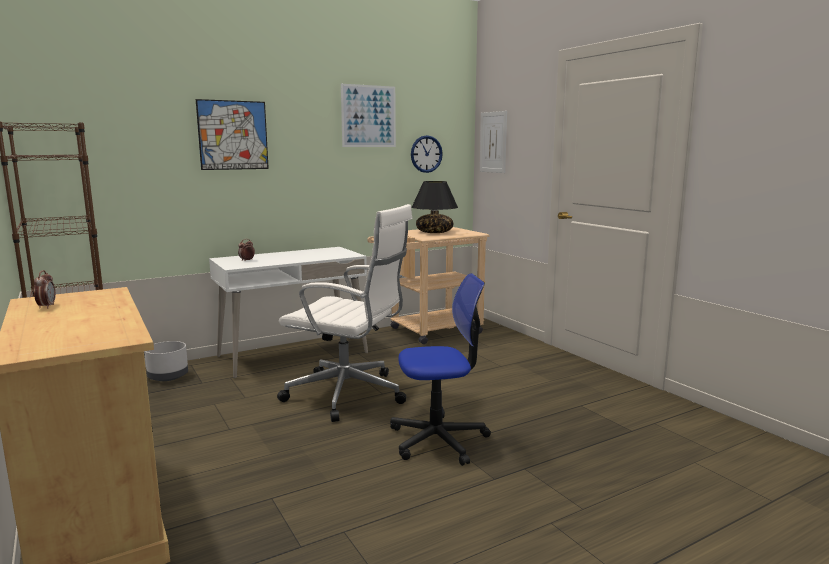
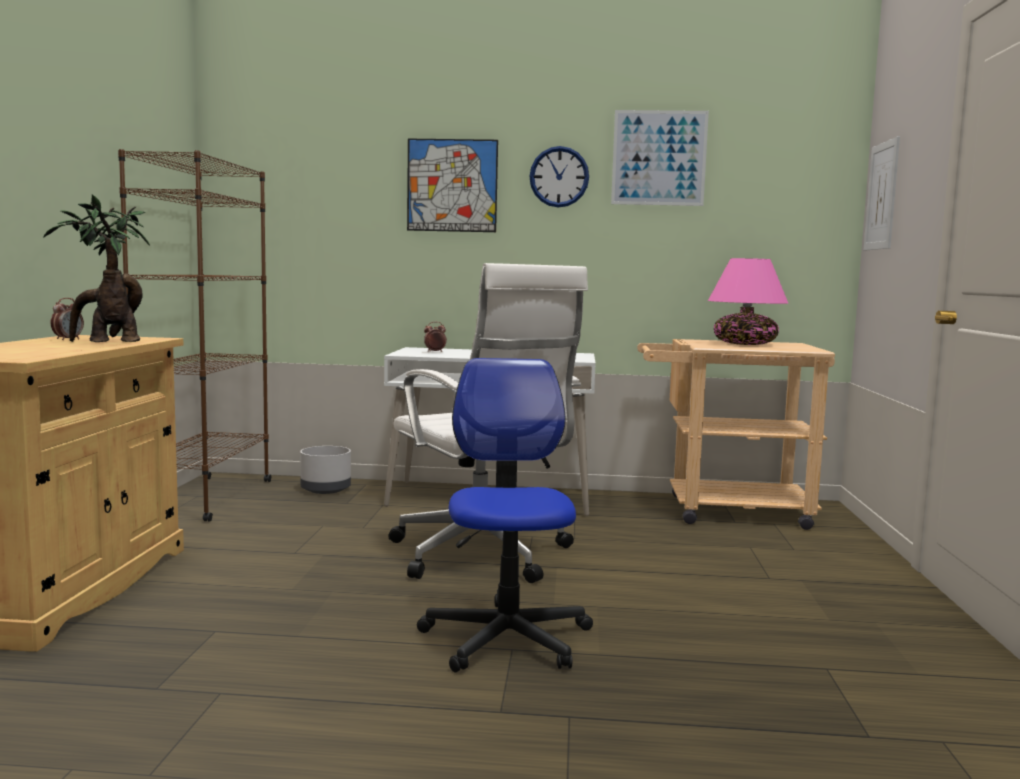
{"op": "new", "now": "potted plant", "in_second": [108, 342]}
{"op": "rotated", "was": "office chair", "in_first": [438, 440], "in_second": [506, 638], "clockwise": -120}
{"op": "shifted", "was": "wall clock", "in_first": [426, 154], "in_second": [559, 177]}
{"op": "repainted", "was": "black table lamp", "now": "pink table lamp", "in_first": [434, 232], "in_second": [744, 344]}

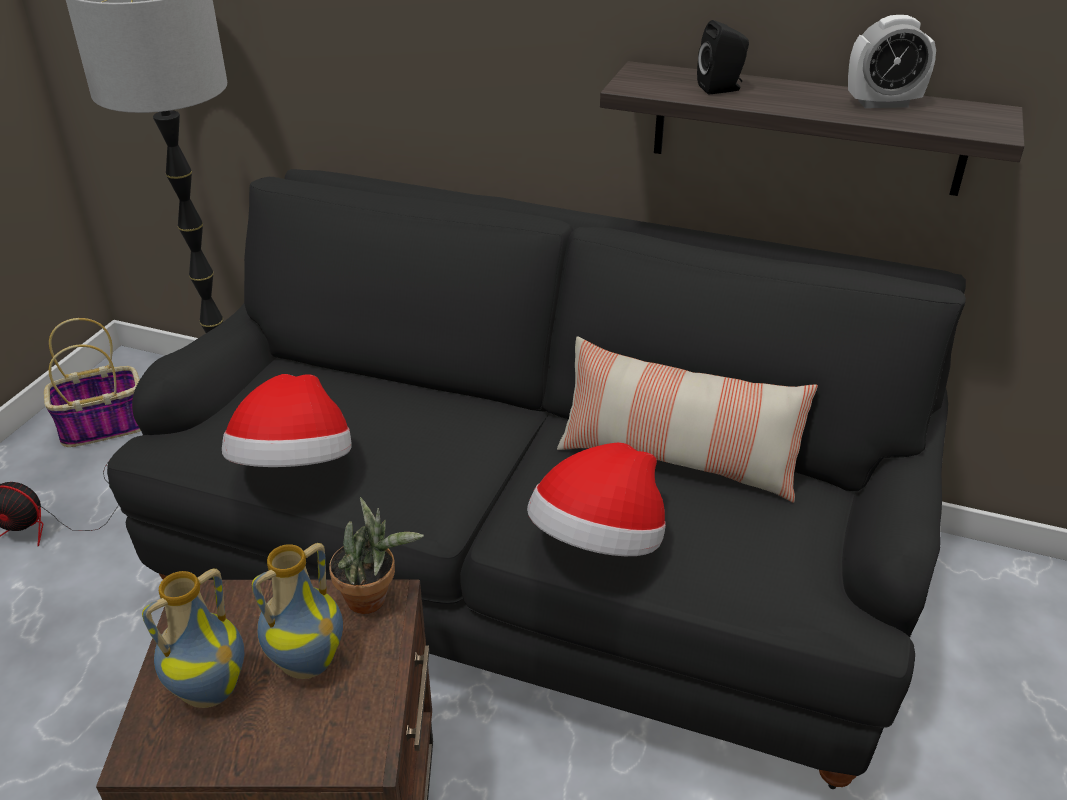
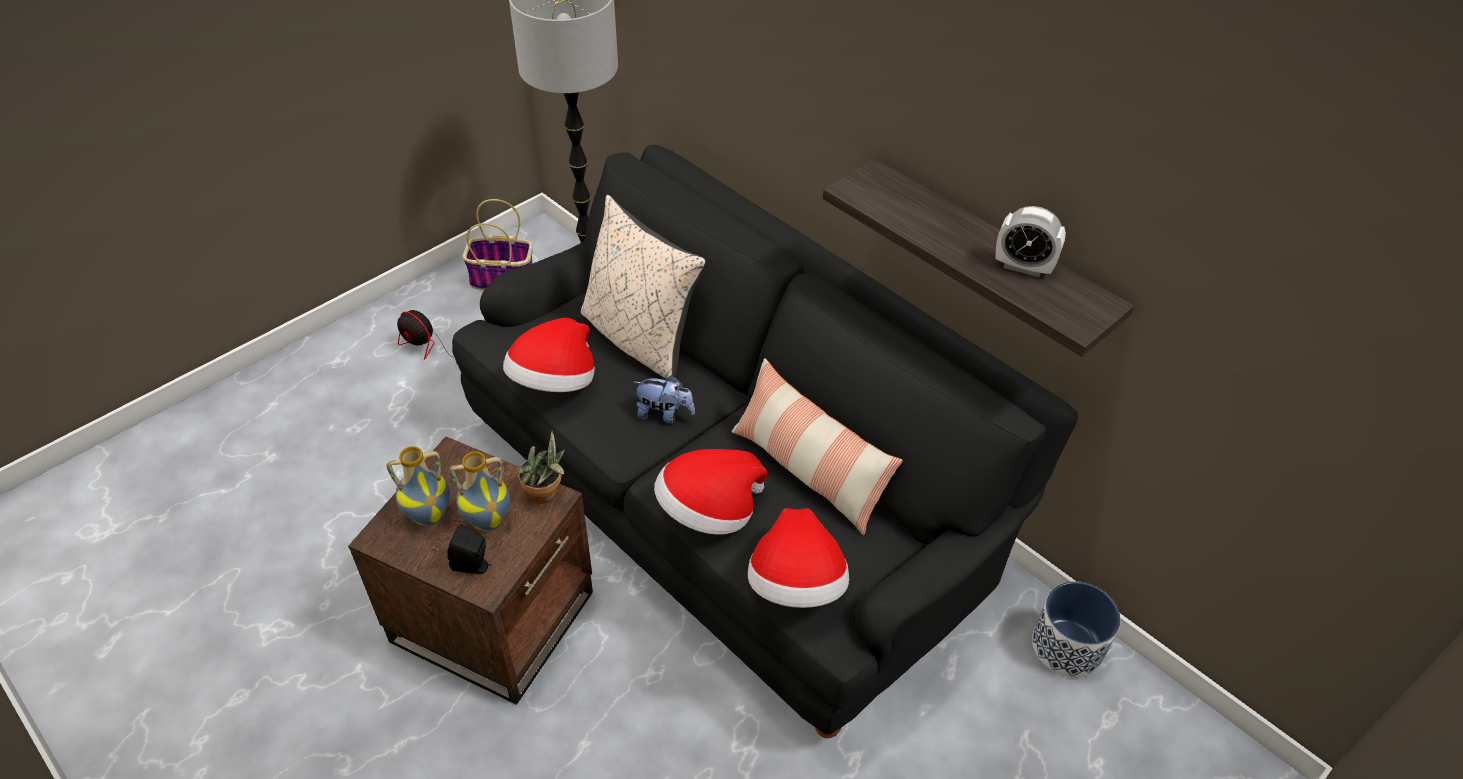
{"op": "shifted", "was": "black speaker", "in_first": [721, 88], "in_second": [473, 566]}
{"op": "new", "now": "beige pillow", "in_second": [640, 338]}
{"op": "new", "now": "plush toy", "in_second": [664, 414]}
{"op": "new", "now": "hat", "in_second": [796, 585]}
{"op": "new", "now": "planter", "in_second": [1067, 646]}

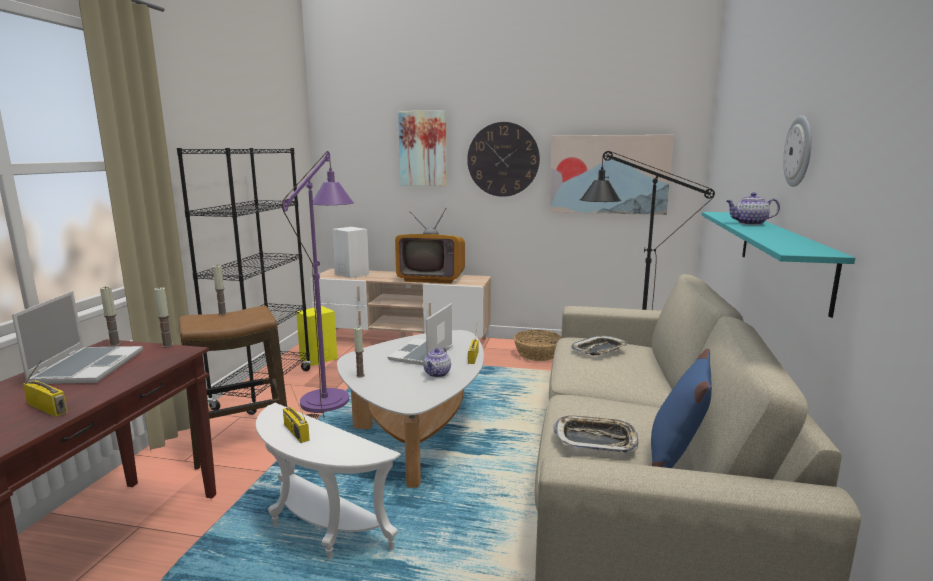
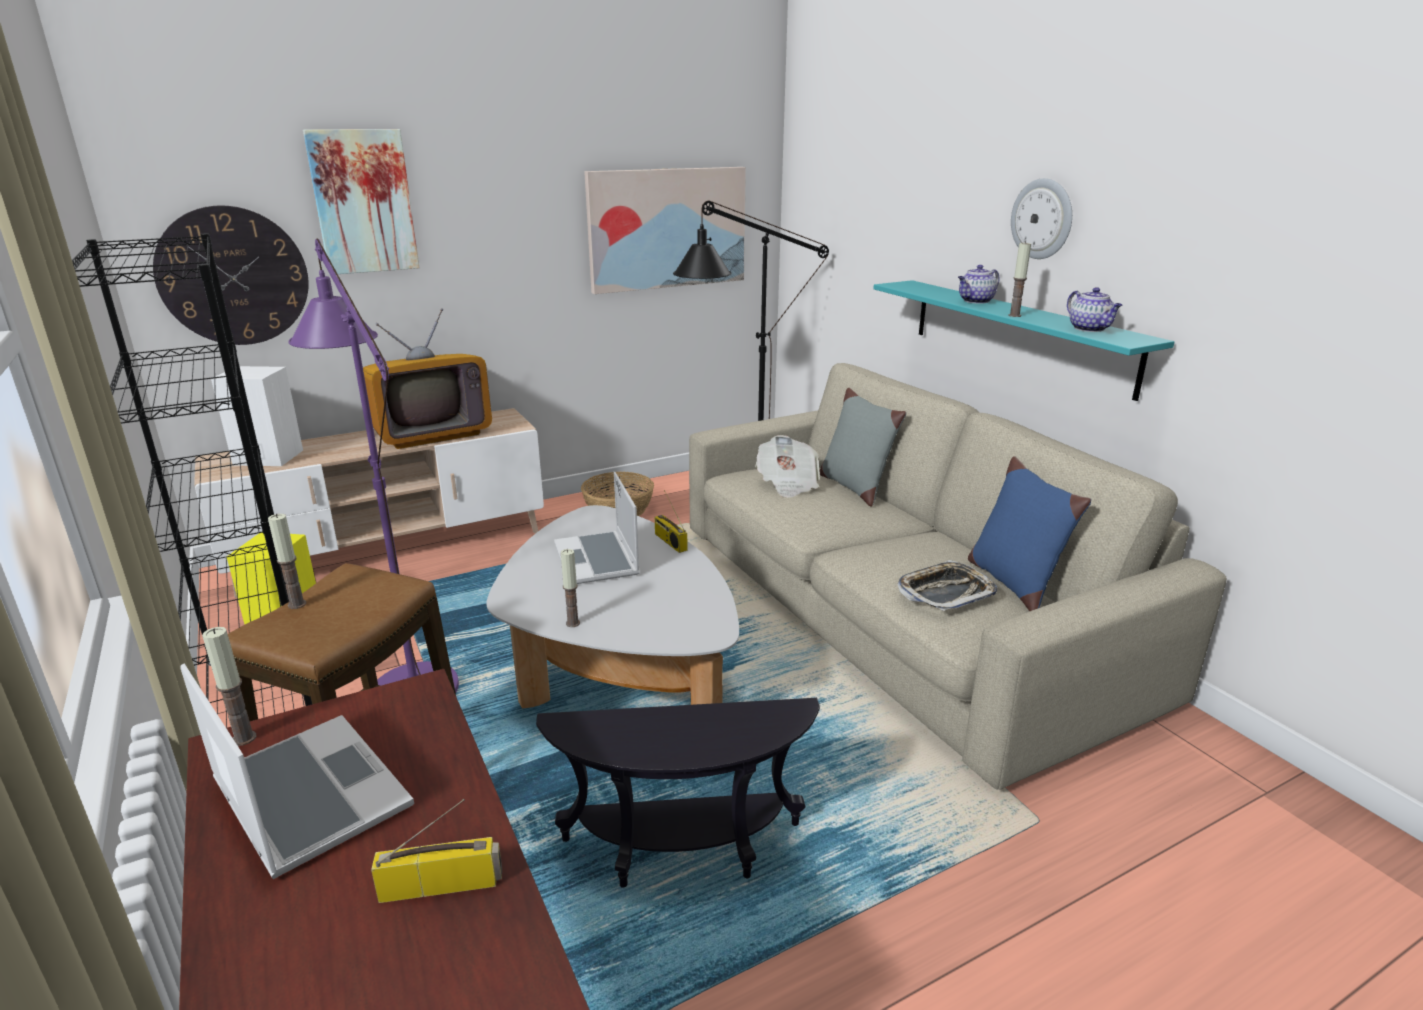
{"op": "shifted", "was": "wall clock", "in_first": [503, 159], "in_second": [233, 276]}
{"op": "repainted", "was": "white side table", "now": "black side table", "in_first": [319, 529], "in_second": [683, 854]}
{"op": "swapped", "was": "tray", "now": "newspaper", "in_first": [599, 350], "in_second": [787, 484]}
{"op": "new", "now": "grey pillow", "in_second": [854, 487]}
{"op": "shifted", "was": "candle", "in_first": [167, 345], "in_second": [1014, 315]}
{"op": "shifted", "was": "teapot", "in_first": [437, 374], "in_second": [1090, 329]}
{"op": "gone", "was": "radio", "in_first": [295, 432]}

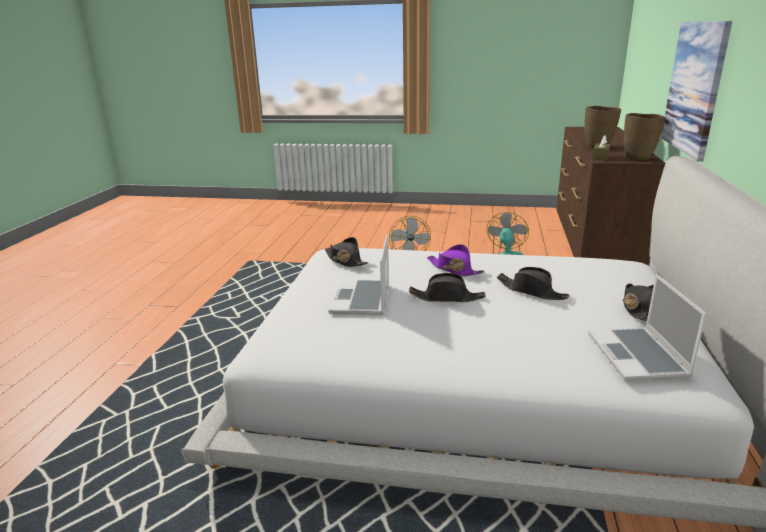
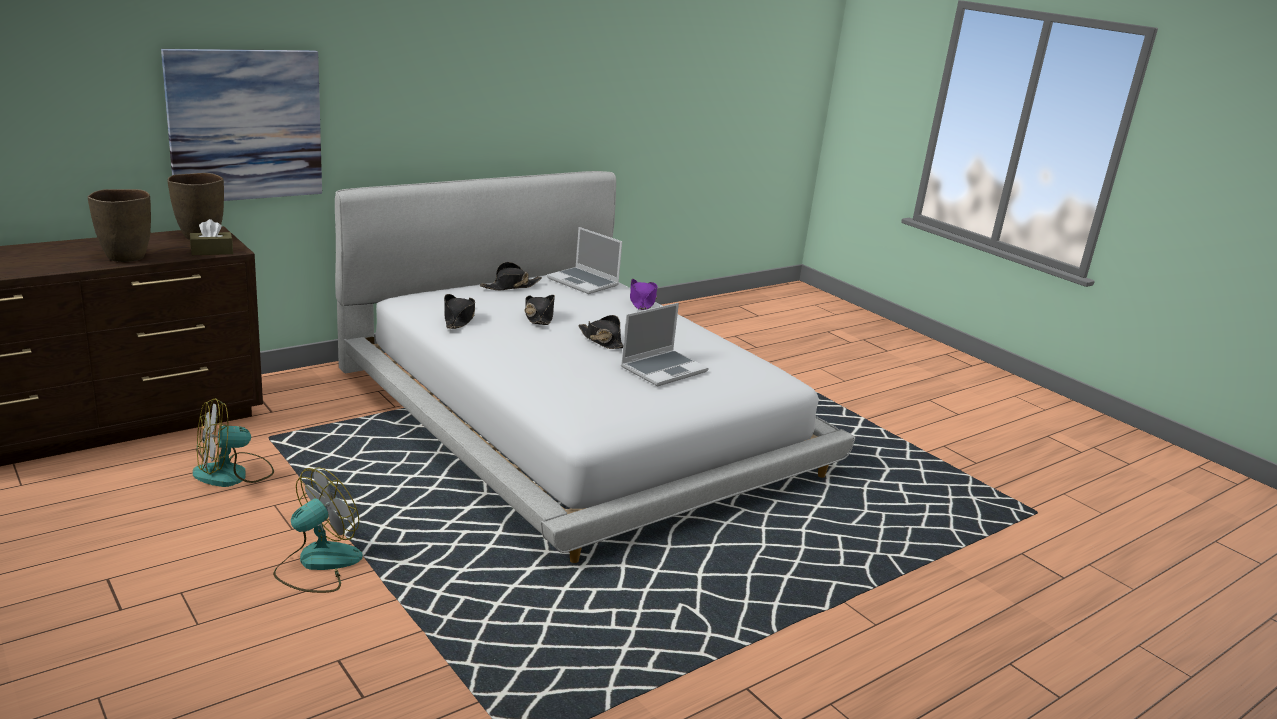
{"op": "shifted", "was": "black hat", "in_first": [345, 260], "in_second": [459, 319]}
{"op": "rotated", "was": "laptop", "in_first": [639, 356], "in_second": [584, 282], "clockwise": 90}
{"op": "shifted", "was": "purple hat", "in_first": [453, 269], "in_second": [642, 301]}

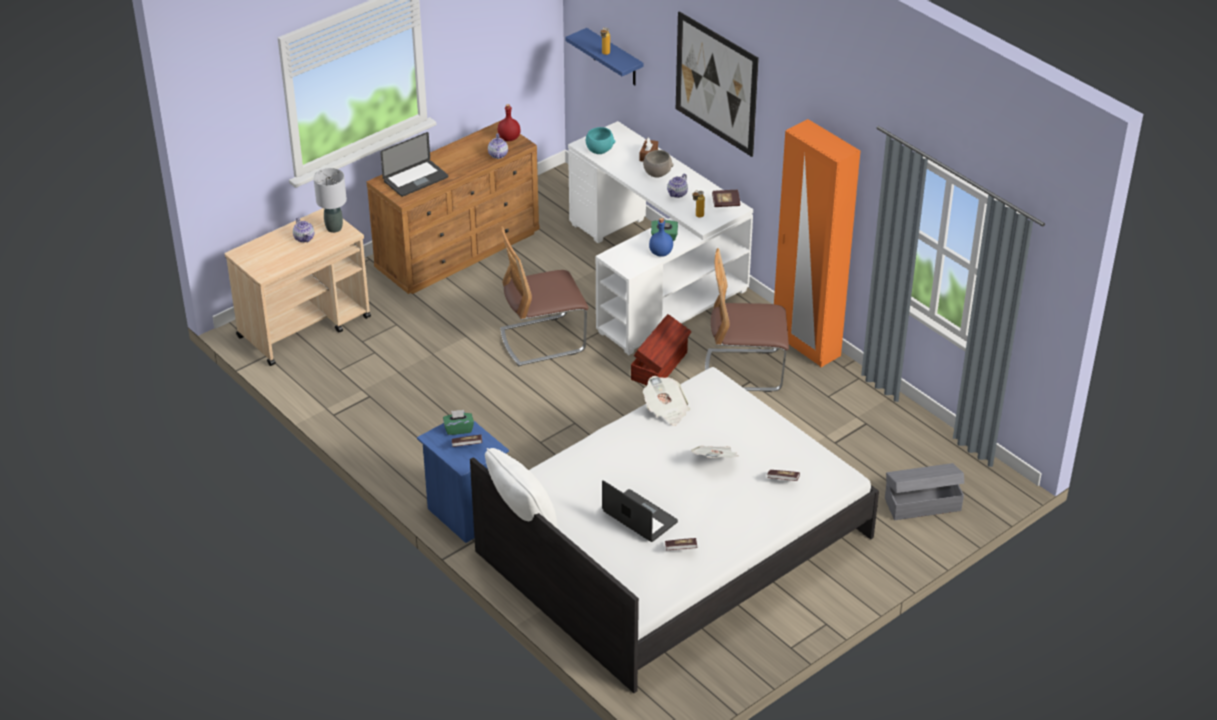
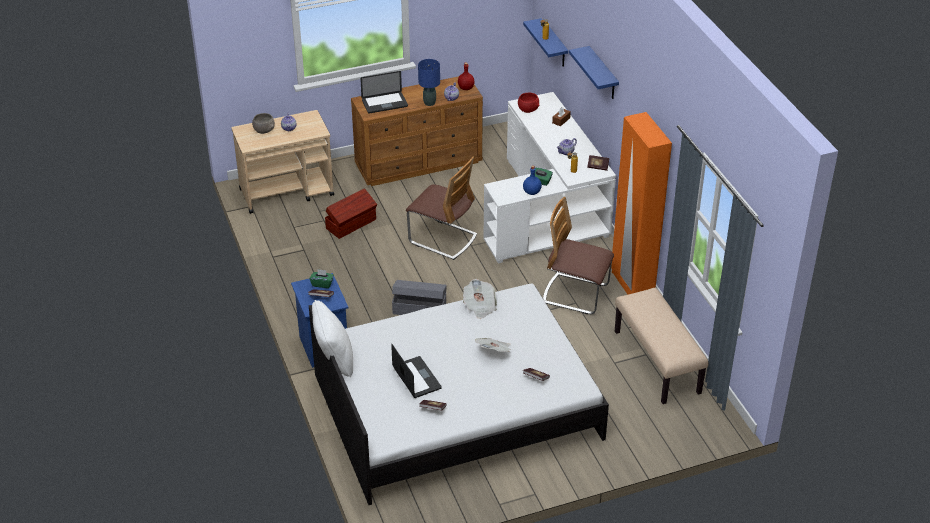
{"op": "shifted", "was": "grey bowl", "in_first": [657, 172], "in_second": [264, 130]}
{"op": "shifted", "was": "brown storage box", "in_first": [660, 366], "in_second": [352, 224]}
{"op": "shifted", "was": "grey storage box", "in_first": [921, 504], "in_second": [419, 308]}
{"op": "rotated", "was": "chair", "in_first": [542, 340], "in_second": [443, 239], "clockwise": -150}
{"op": "new", "now": "blue table lamp", "in_second": [429, 103]}
{"op": "repainted", "was": "turquoise bowl", "now": "red bowl", "in_first": [599, 149], "in_second": [528, 109]}
{"op": "swapped", "was": "picture", "now": "blue shelf", "in_first": [716, 83], "in_second": [603, 74]}
{"op": "new", "now": "beige bench", "in_second": [657, 362]}
{"op": "gone", "was": "grey table lamp", "in_first": [334, 228]}

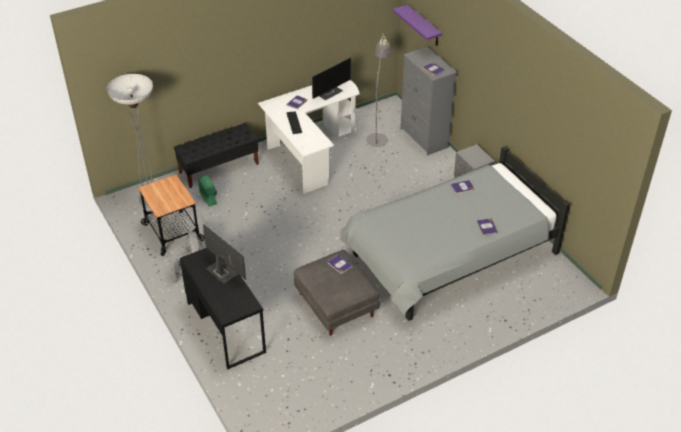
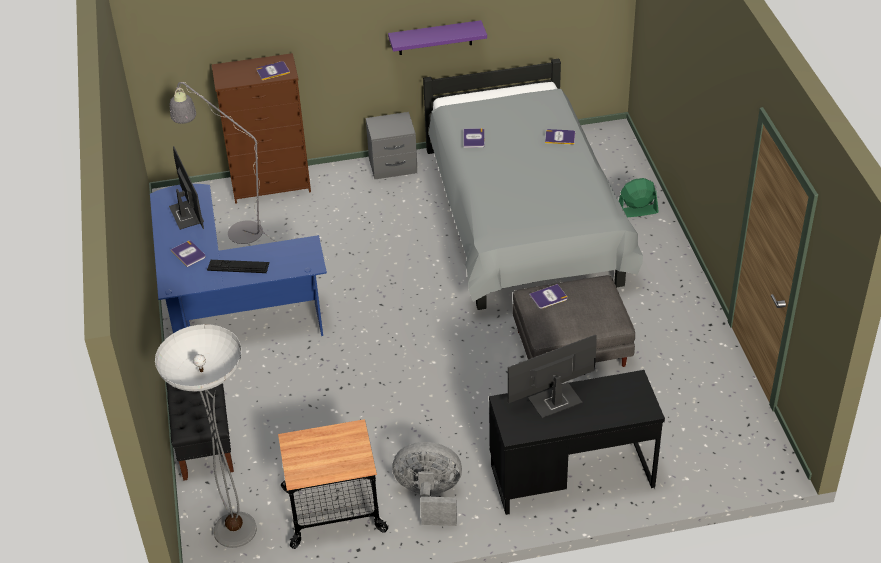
{"op": "repainted", "was": "white desk", "now": "blue desk", "in_first": [309, 151], "in_second": [226, 309]}
{"op": "repainted", "was": "grey dresser", "now": "brown dresser", "in_first": [424, 138], "in_second": [272, 185]}
{"op": "shifted", "was": "purple shelf", "in_first": [424, 26], "in_second": [435, 38]}
{"op": "shifted", "was": "green fan", "in_first": [208, 197], "in_second": [637, 211]}

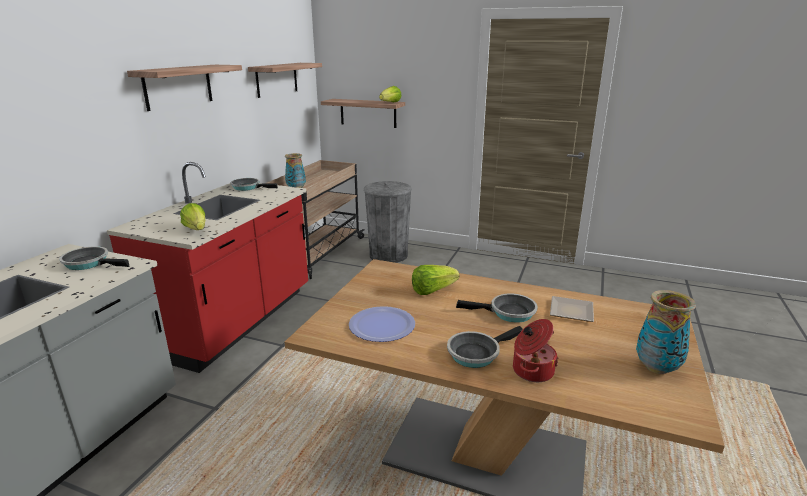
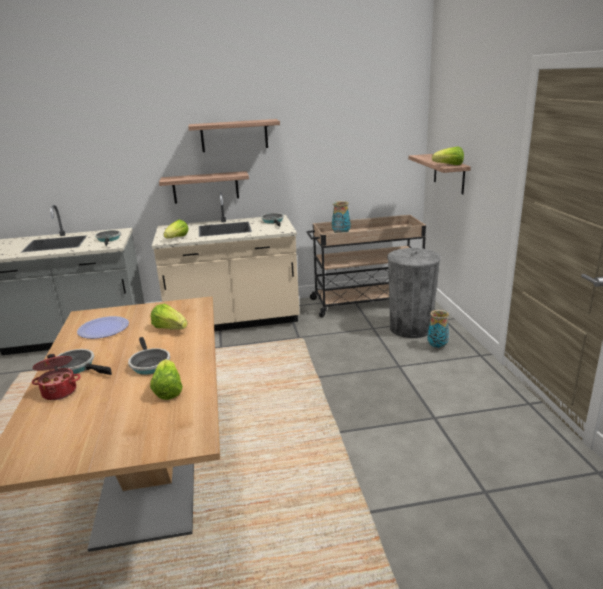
{"op": "swapped", "was": "plate", "now": "lettuce", "in_first": [572, 312], "in_second": [168, 390]}
{"op": "repainted", "was": "red counter", "now": "beige counter", "in_first": [235, 321], "in_second": [233, 320]}
{"op": "shifted", "was": "shelf", "in_first": [277, 79], "in_second": [205, 187]}
{"op": "shifted", "was": "vase", "in_first": [656, 368], "in_second": [437, 347]}

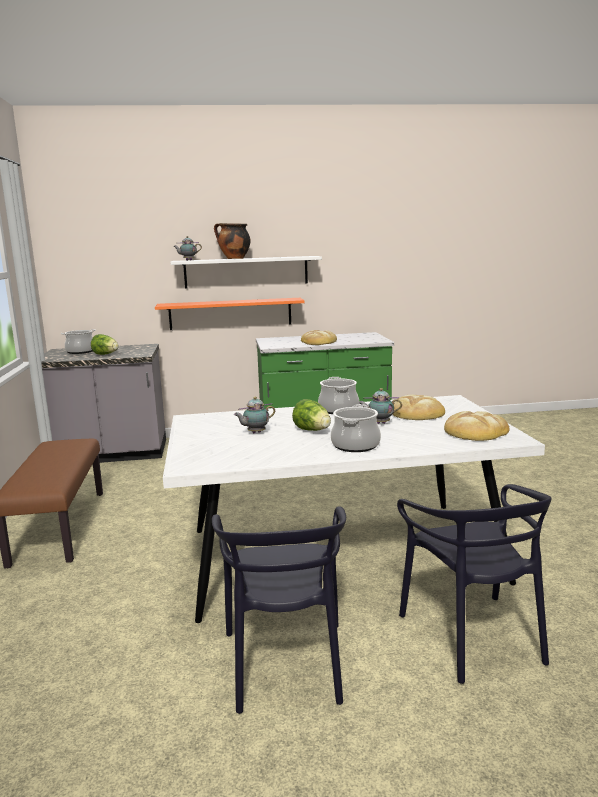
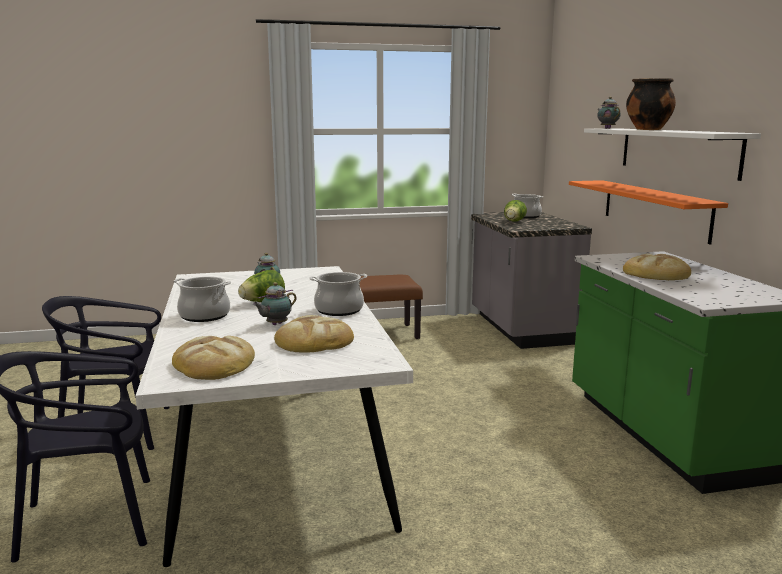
{"op": "rotated", "was": "teapot", "in_first": [379, 423], "in_second": [275, 324], "clockwise": -135}

